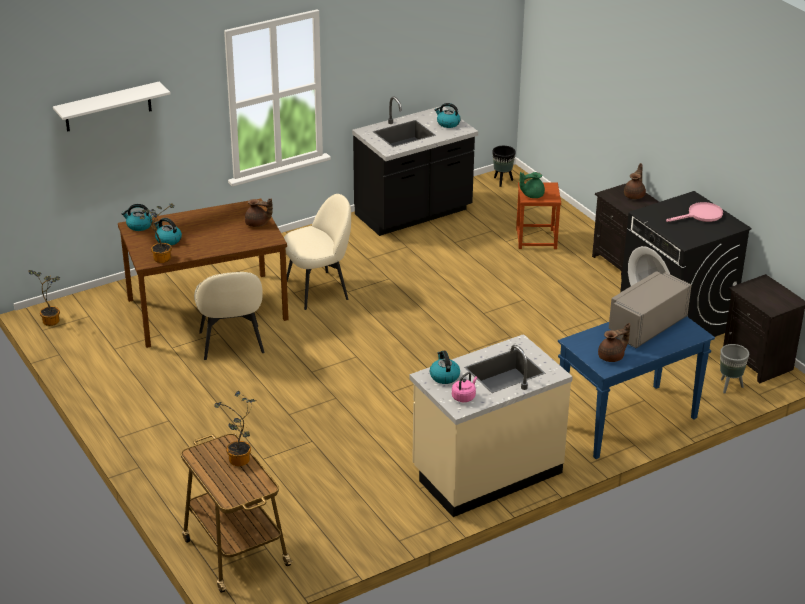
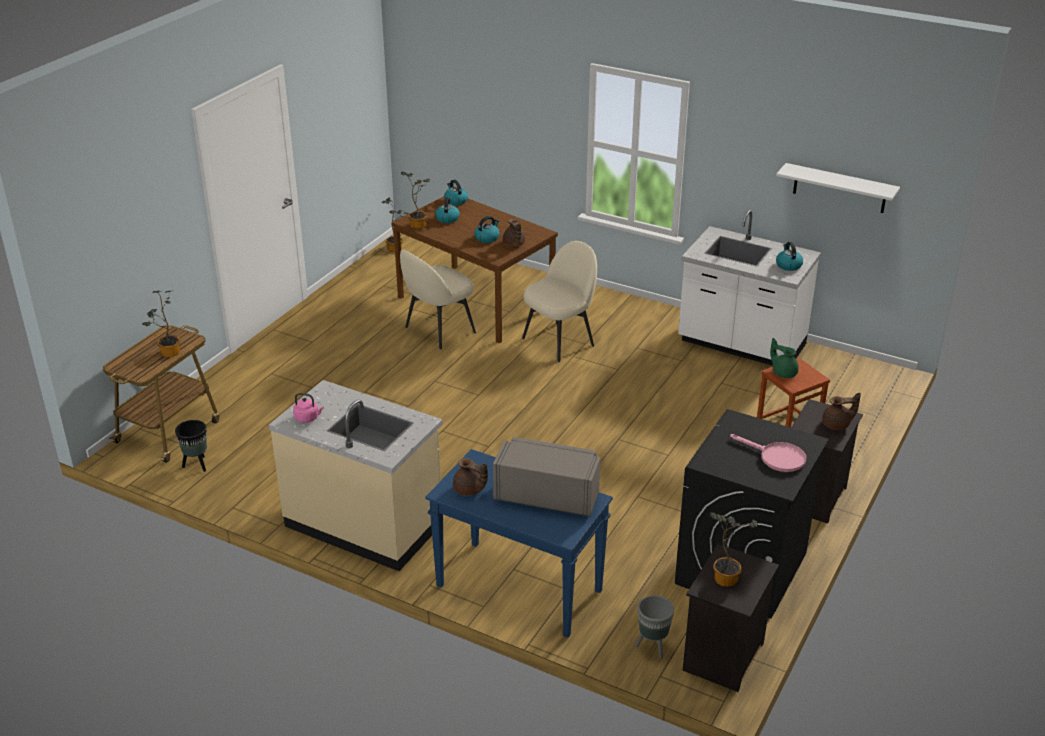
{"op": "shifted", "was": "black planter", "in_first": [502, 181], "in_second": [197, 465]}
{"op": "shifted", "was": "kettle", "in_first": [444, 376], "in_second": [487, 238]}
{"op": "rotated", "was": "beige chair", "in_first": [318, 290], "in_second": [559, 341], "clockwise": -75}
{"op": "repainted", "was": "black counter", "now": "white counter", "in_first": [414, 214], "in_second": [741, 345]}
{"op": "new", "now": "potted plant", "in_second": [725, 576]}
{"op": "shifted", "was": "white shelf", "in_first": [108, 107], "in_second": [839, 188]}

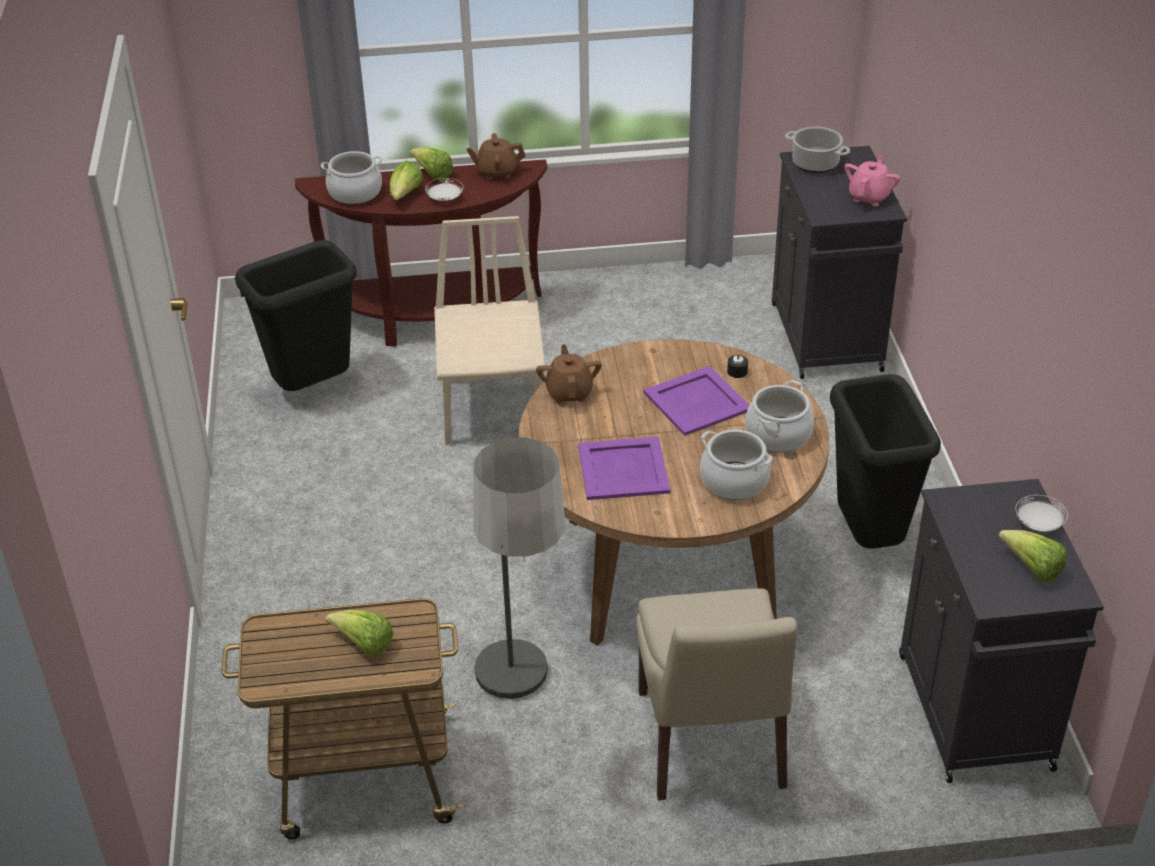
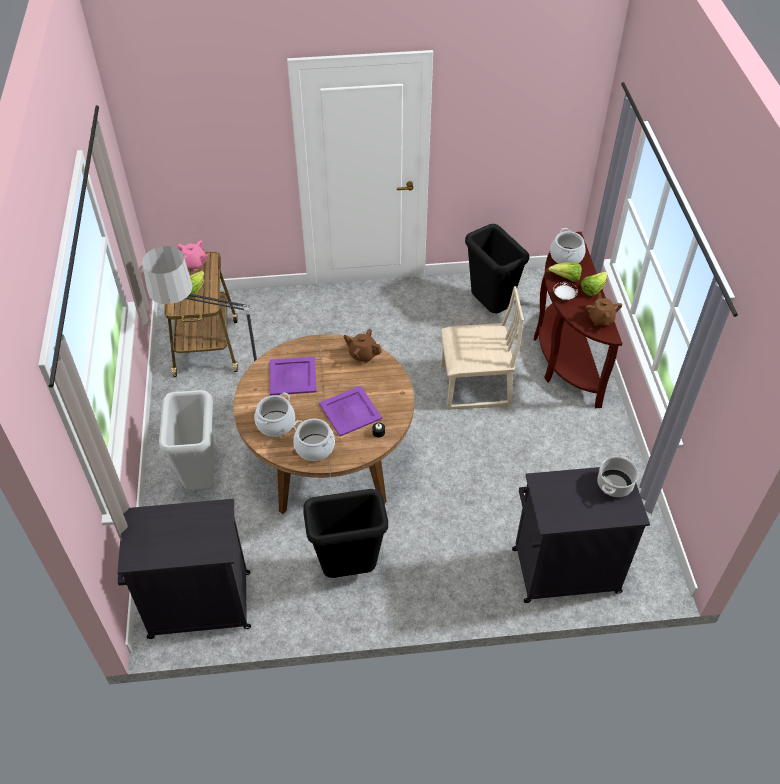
{"op": "swapped", "was": "beige chair", "now": "grey trash can", "in_first": [711, 744], "in_second": [200, 477]}
{"op": "shifted", "was": "pink teapot", "in_first": [869, 197], "in_second": [194, 264]}
{"op": "rotated", "was": "brown teapot", "in_first": [569, 392], "in_second": [363, 354], "clockwise": -150}
{"op": "gone", "was": "lettuce", "in_first": [1032, 568]}
{"op": "gone", "was": "white plate", "in_first": [1038, 524]}

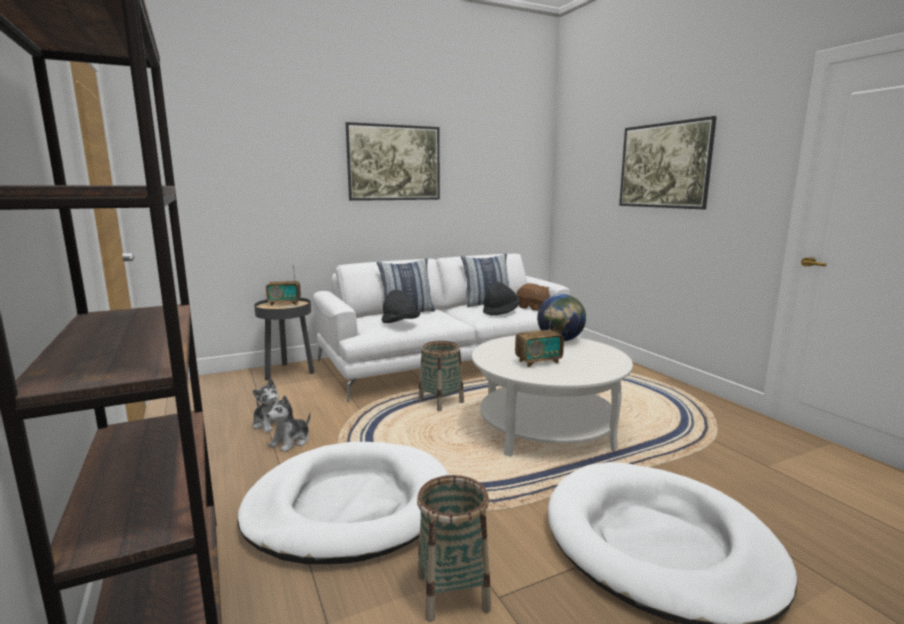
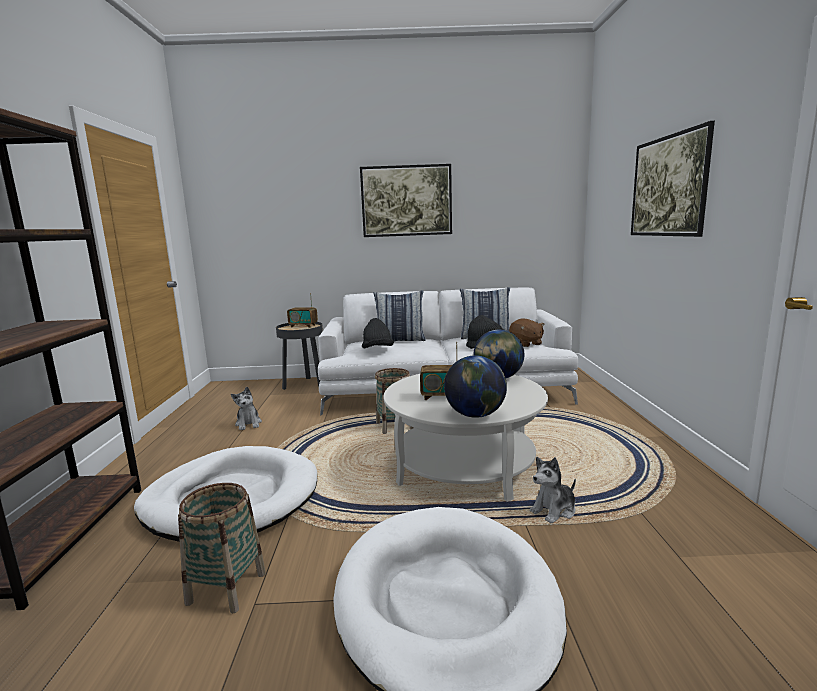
{"op": "new", "now": "globe", "in_second": [475, 415]}
{"op": "shifted", "was": "plush toy", "in_first": [291, 442], "in_second": [554, 510]}

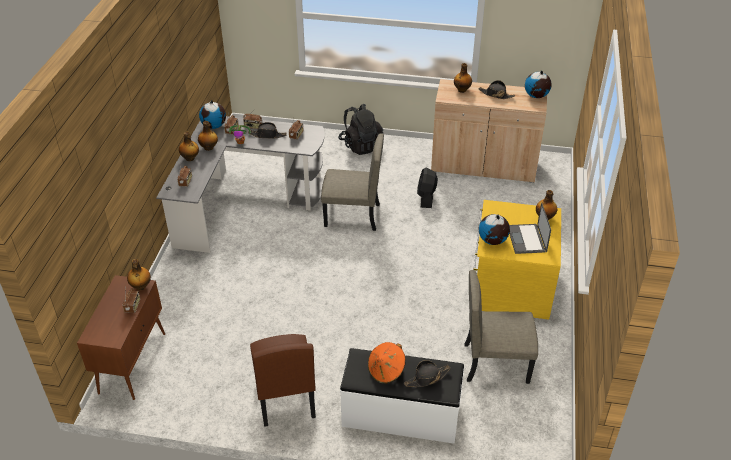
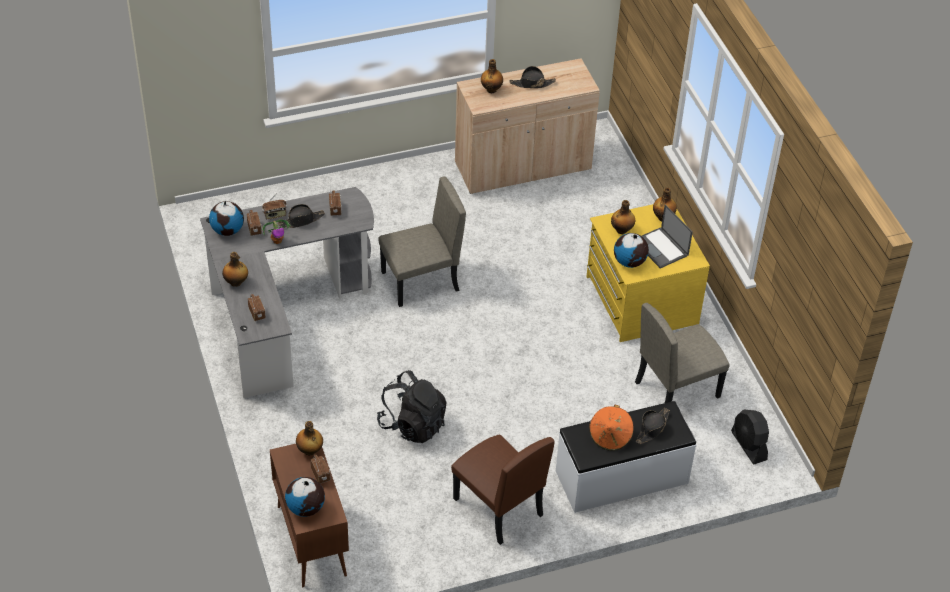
{"op": "shifted", "was": "globe", "in_first": [536, 96], "in_second": [306, 508]}
{"op": "shifted", "was": "black backpack", "in_first": [361, 145], "in_second": [412, 424]}
{"op": "shifted", "was": "bottle", "in_first": [209, 148], "in_second": [622, 230]}
{"op": "shifted", "was": "black fan", "in_first": [426, 197], "in_second": [748, 446]}

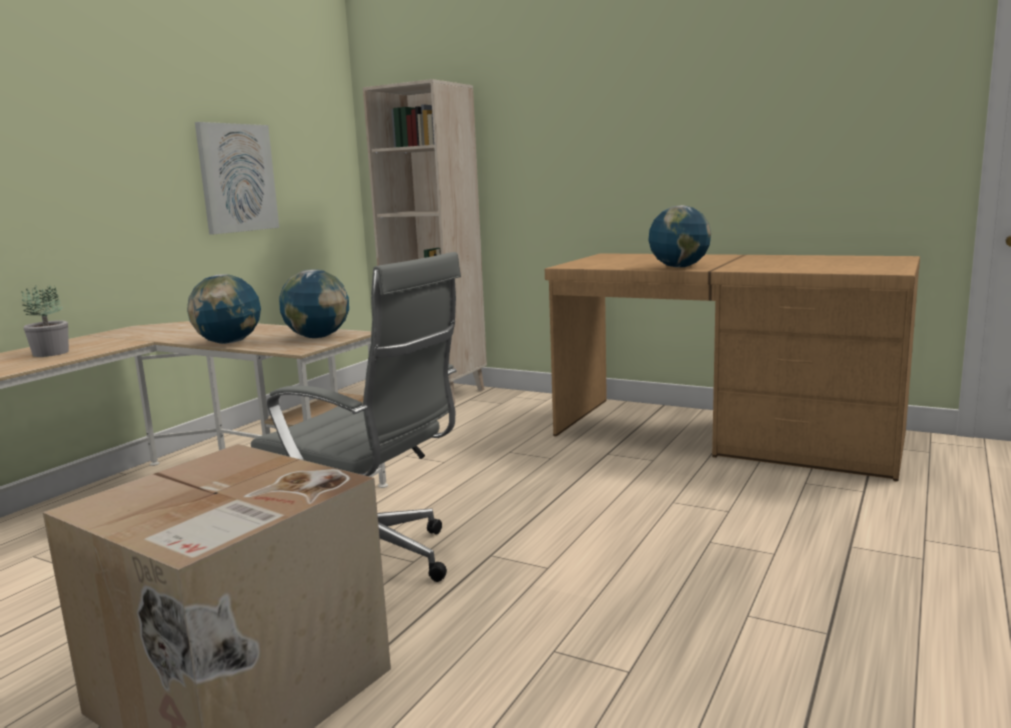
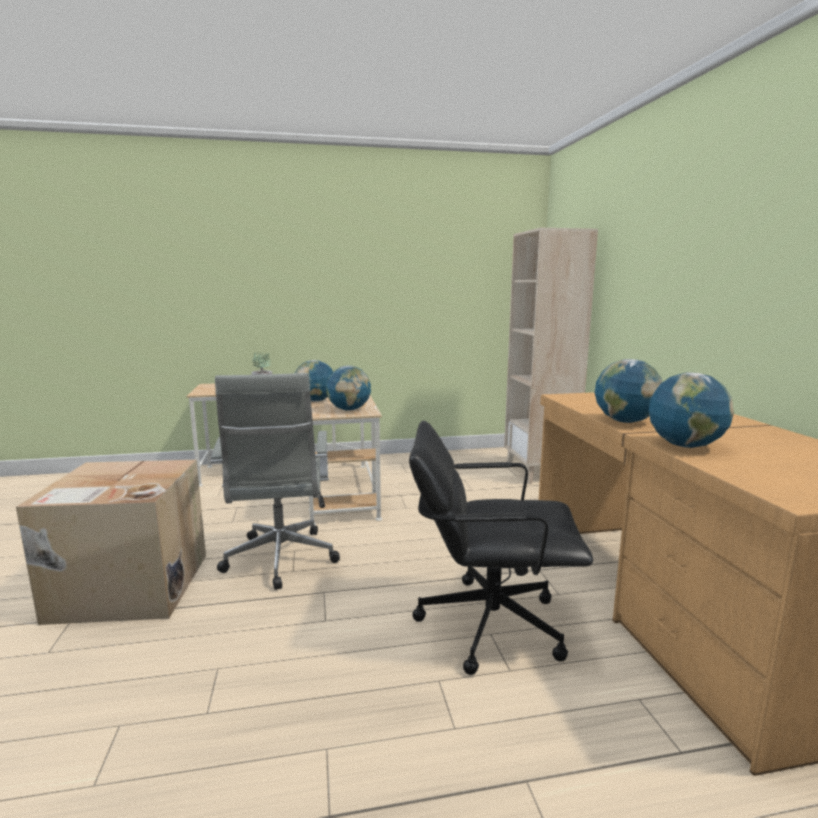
{"op": "new", "now": "black office chair", "in_second": [489, 623]}
{"op": "new", "now": "globe", "in_second": [685, 445]}
{"op": "gone", "was": "picture", "in_first": [237, 178]}

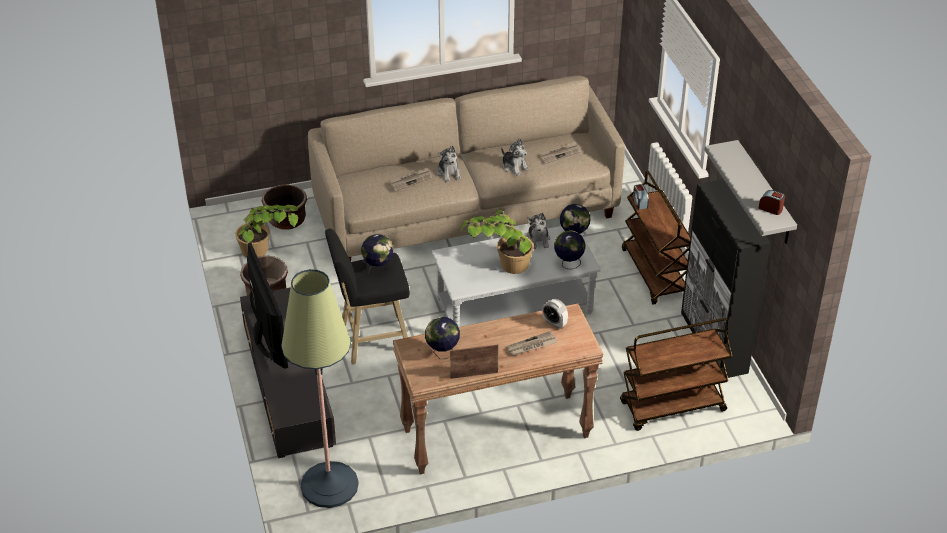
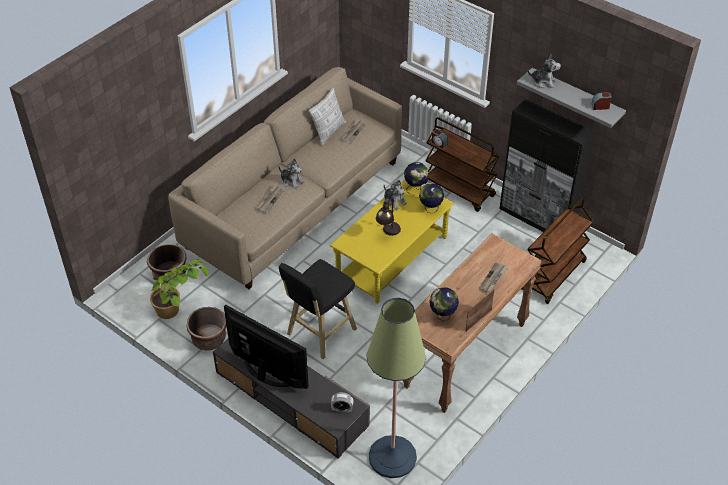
{"op": "new", "now": "pillow", "in_second": [328, 132]}
{"op": "repainted", "was": "grey coffee table", "now": "yellow coffee table", "in_first": [514, 306], "in_second": [392, 258]}
{"op": "shifted", "was": "alarm clock", "in_first": [554, 323], "in_second": [342, 409]}
{"op": "swapped", "was": "potted plant", "now": "table lamp", "in_first": [500, 266], "in_second": [388, 233]}
{"op": "shifted", "was": "plush toy", "in_first": [514, 167], "in_second": [543, 82]}
{"op": "gone", "was": "globe", "in_first": [378, 269]}

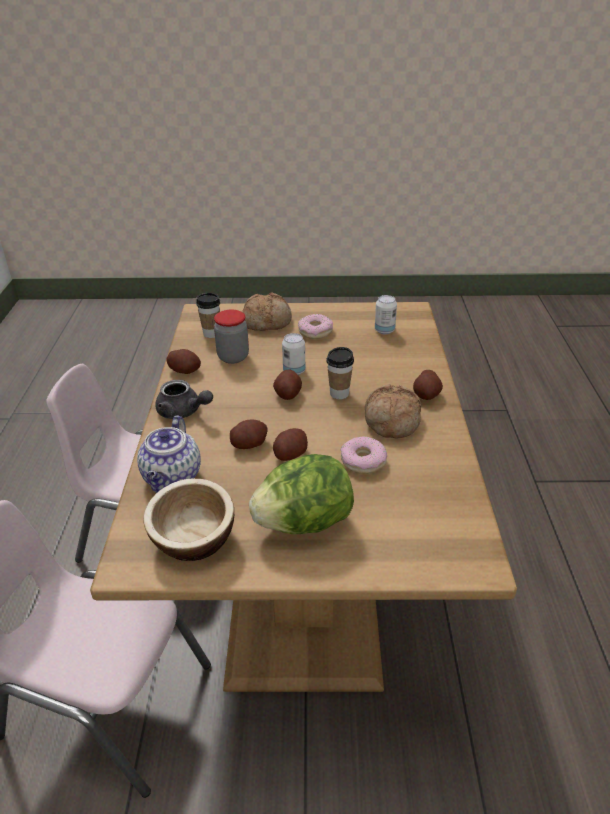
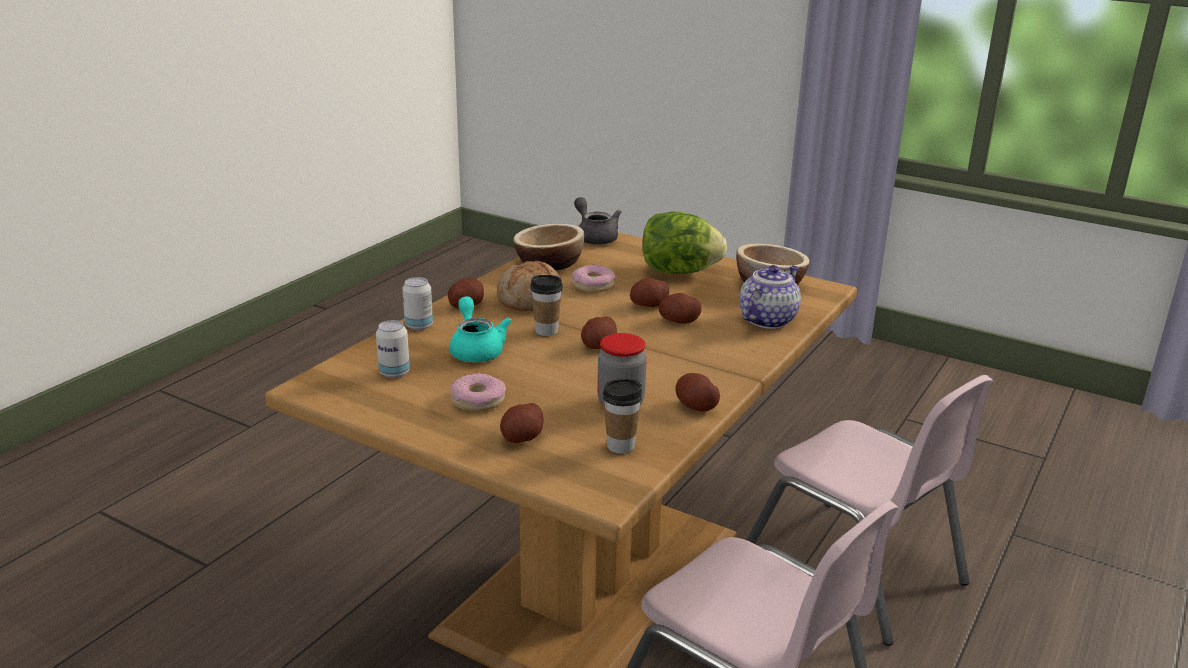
{"op": "shifted", "was": "can", "in_first": [294, 371], "in_second": [419, 326]}
{"op": "new", "now": "turquoise teapot", "in_second": [476, 349]}
{"op": "swapped", "was": "bread", "now": "potato", "in_first": [267, 321], "in_second": [522, 438]}
{"op": "new", "now": "bowl", "in_second": [549, 264]}
{"op": "shifted", "was": "grey teapot", "in_first": [183, 412], "in_second": [594, 237]}

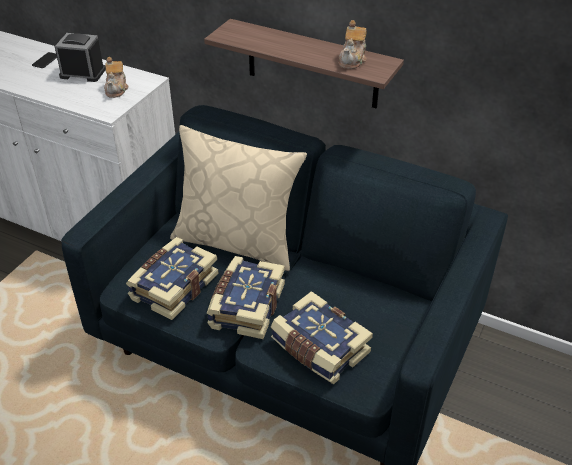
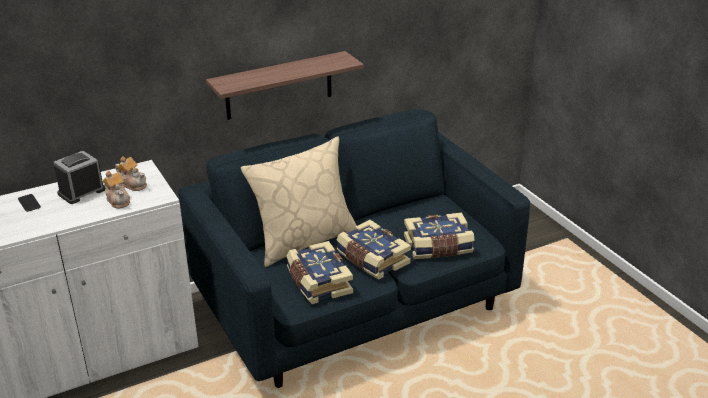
{"op": "shifted", "was": "teapot", "in_first": [352, 60], "in_second": [118, 200]}

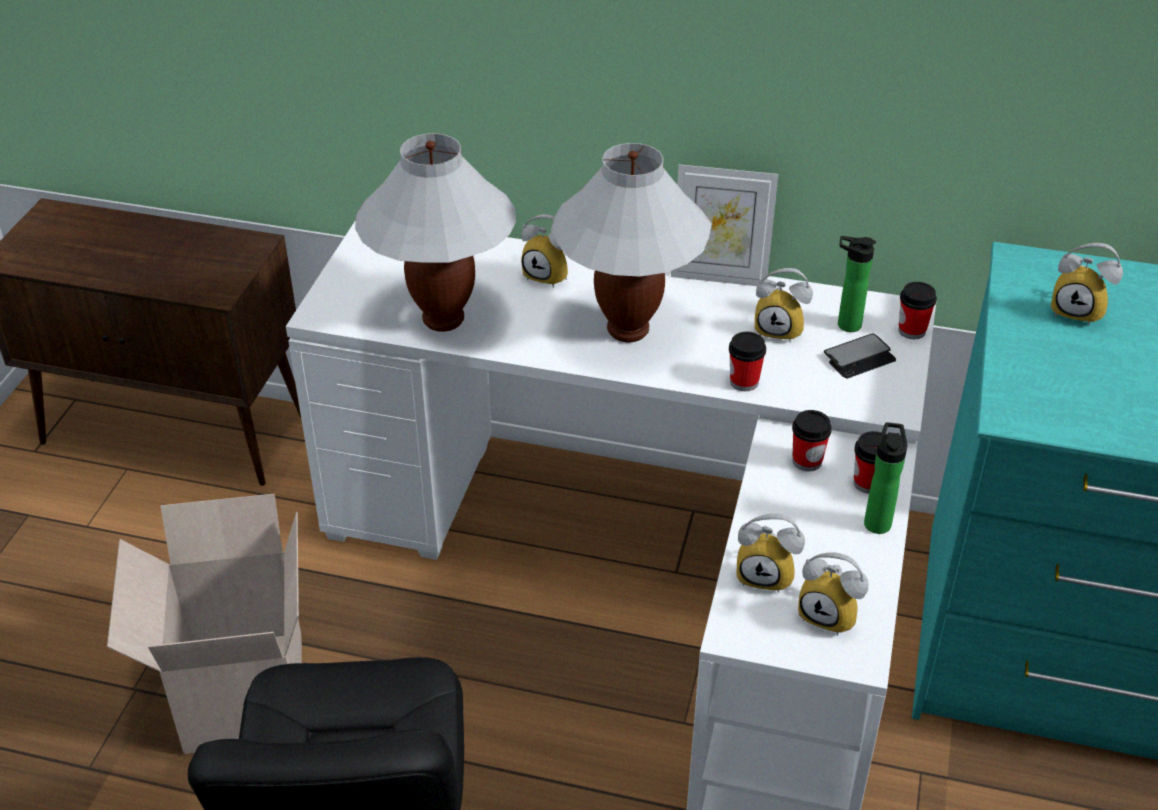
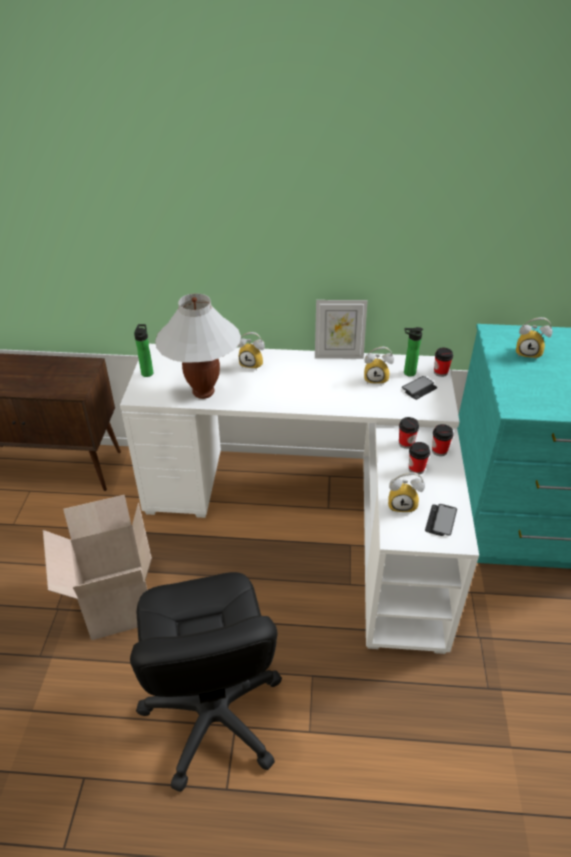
{"op": "shifted", "was": "bottle", "in_first": [877, 521], "in_second": [147, 372]}
{"op": "shifted", "was": "cup", "in_first": [744, 382], "in_second": [416, 469]}
{"op": "swapped", "was": "alarm clock", "now": "phone", "in_first": [831, 615], "in_second": [440, 521]}
{"op": "gone", "was": "white table lamp", "in_first": [627, 331]}

